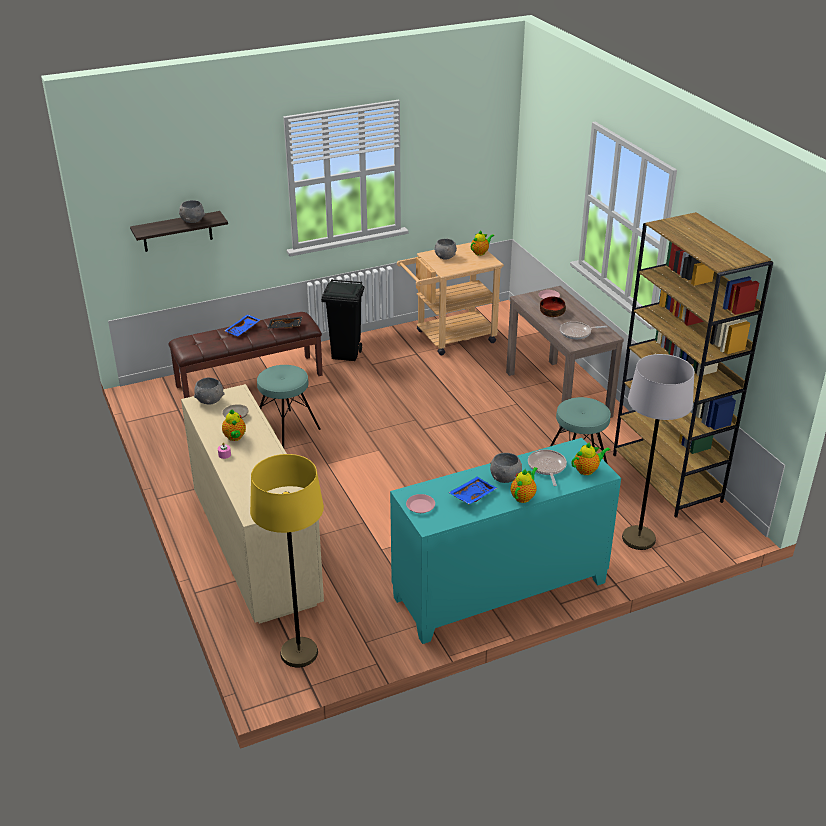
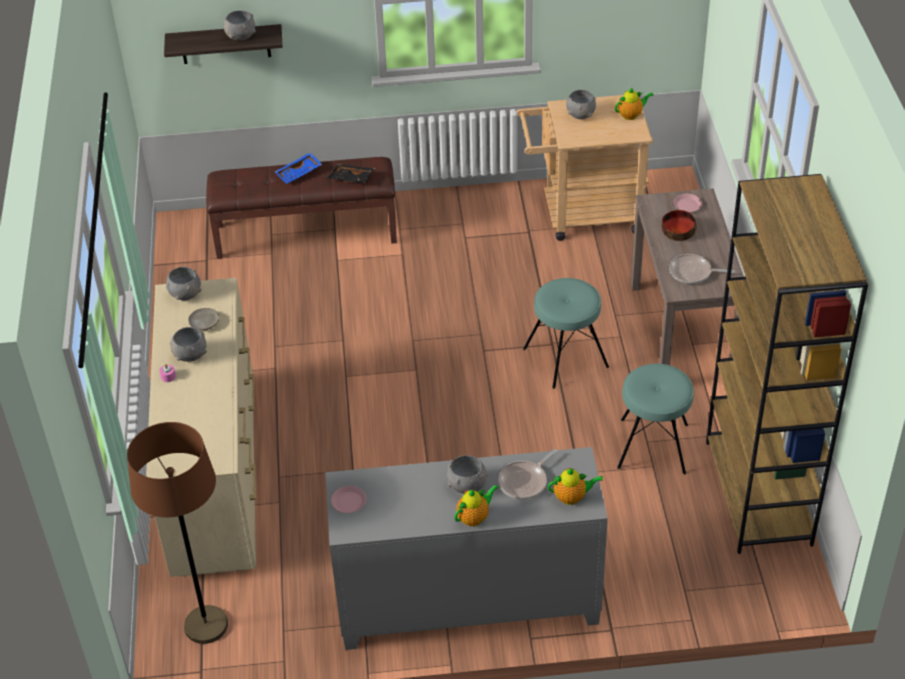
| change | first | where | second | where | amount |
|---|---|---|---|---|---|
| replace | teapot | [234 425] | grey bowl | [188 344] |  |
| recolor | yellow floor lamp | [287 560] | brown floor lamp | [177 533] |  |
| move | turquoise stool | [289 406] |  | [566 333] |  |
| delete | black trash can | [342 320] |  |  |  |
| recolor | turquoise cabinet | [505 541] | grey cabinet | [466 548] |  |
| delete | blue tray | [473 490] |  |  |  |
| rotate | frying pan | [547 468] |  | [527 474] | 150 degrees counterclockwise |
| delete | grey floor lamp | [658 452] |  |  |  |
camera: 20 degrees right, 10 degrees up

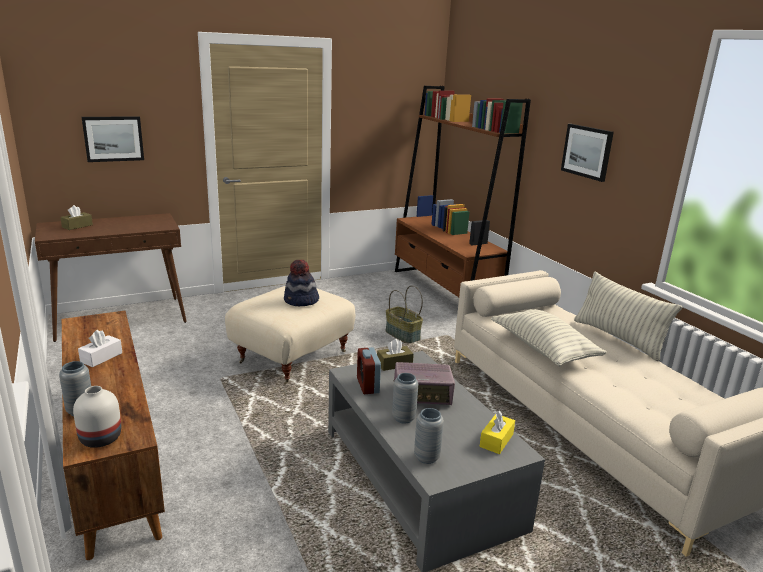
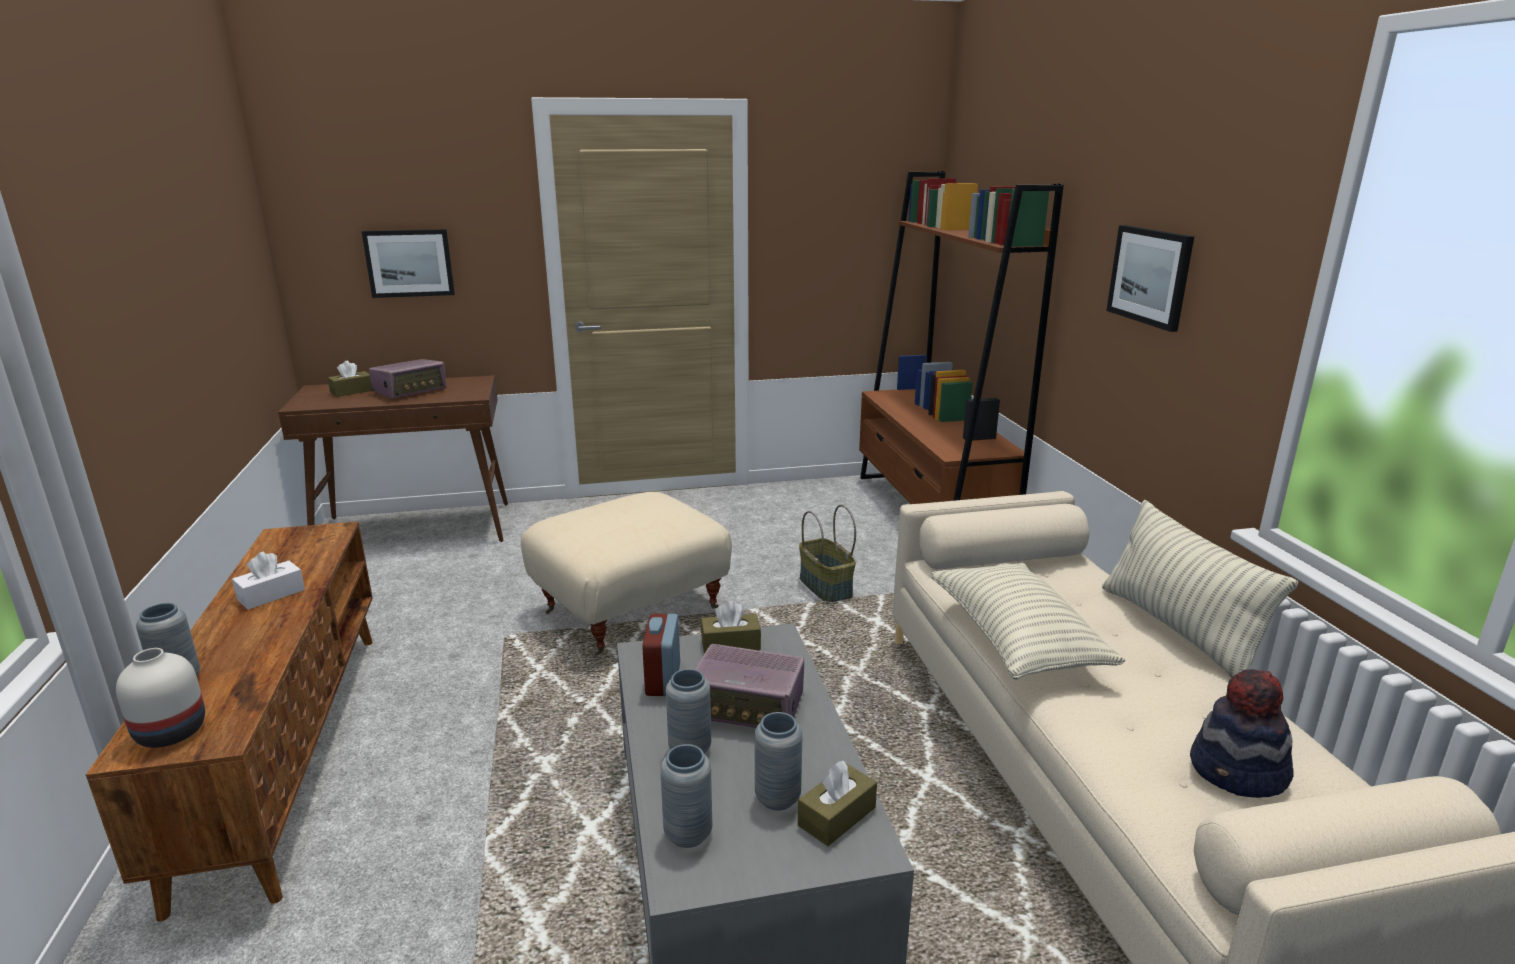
| change | first | where | second | where | amount |
|---|---|---|---|---|---|
| move | hat | [301 283] |  | [1242 733] |  |
| recolor | yellow tissue box | [497 432] | brown tissue box | [837 803] |  |
| insert |  |  | radio | [408 379] |  |
| insert |  |  | grey vase | [779 761] |  |
camera: 15 degrees right, 0 degrees up

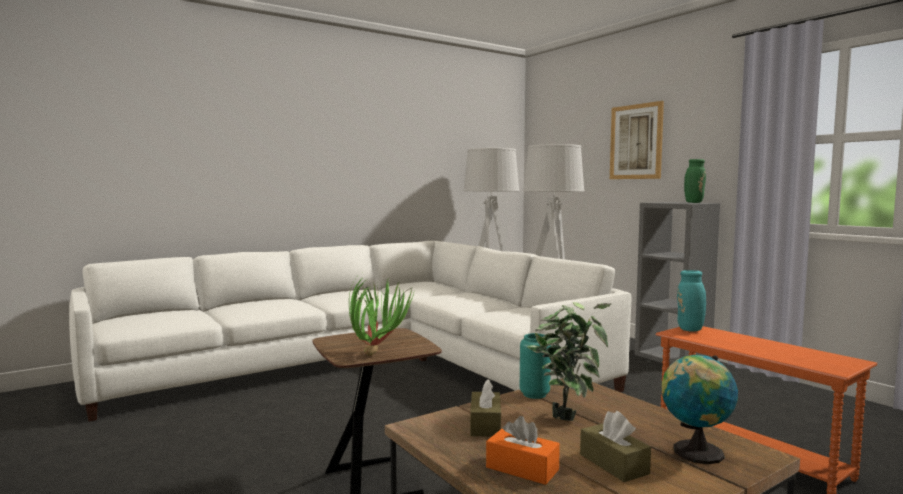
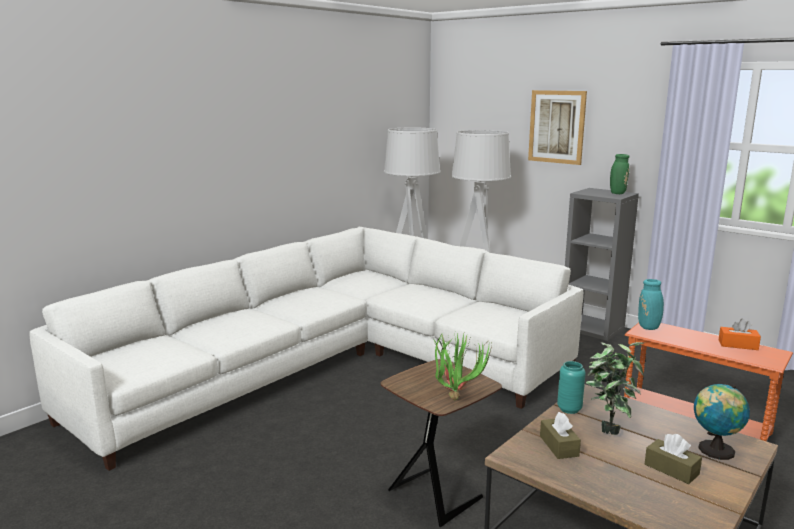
| change | first | where | second | where | amount |
|---|---|---|---|---|---|
| move | orange tissue box | [523 450] |  | [740 334] |  |
camera: 15 degrees left, 10 degrees up

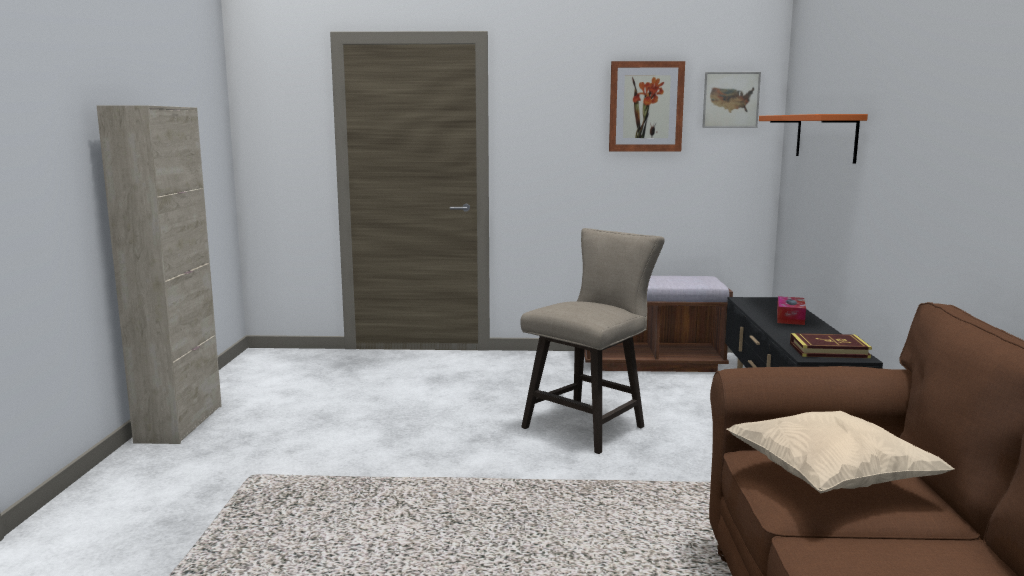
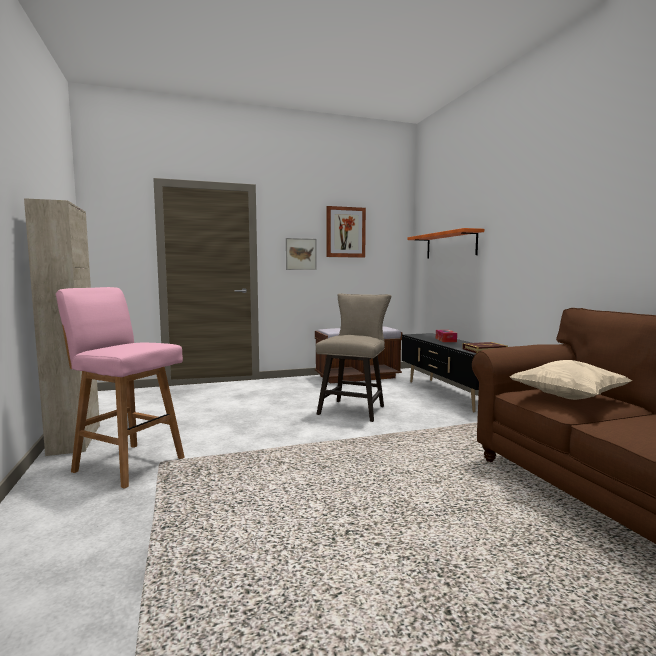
| change | first | where | second | where | amount |
|---|---|---|---|---|---|
| move | picture | [731 100] |  | [301 254] |  |
| insert |  |  | pink stool | [120 388] |  |
camera: 20 degrees left, 5 degrees down

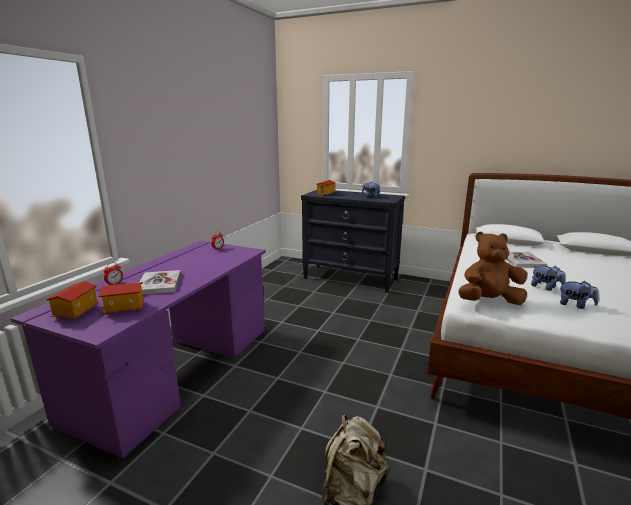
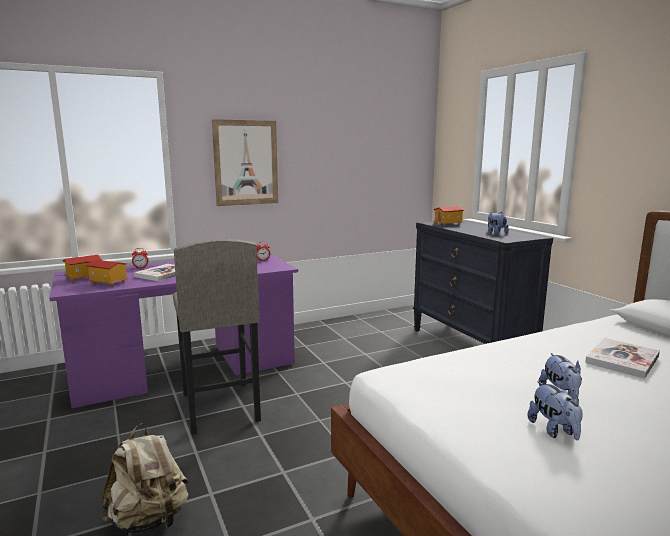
| change | first | where | second | where | amount |
|---|---|---|---|---|---|
| delete | brown plush toy | [493 268] |  |  |  |
| insert |  |  | grey stool | [217 337] |  |
| insert |  |  | picture | [245 162] |  |
camera: 40 degrees right, 5 degrees down

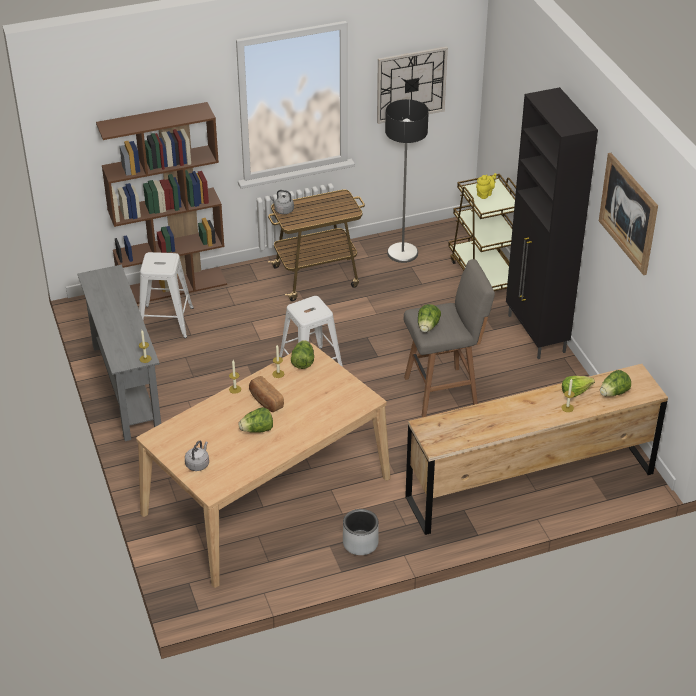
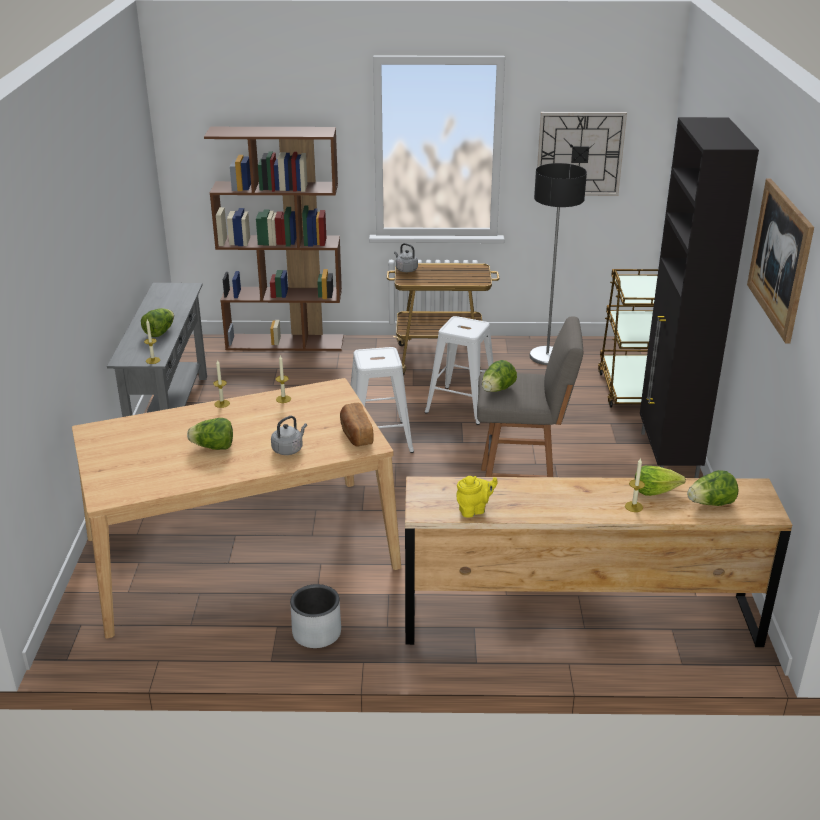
| change | first | where | second | where | amount |
|---|---|---|---|---|---|
| move | white stool | [166 295] |  | [459 370] |  |
| move | grey kettle | [197 456] |  | [289 435] |  |
| move | bread | [266 394] |  | [357 424] |  |
| move | lettuce | [302 354] |  | [157 322] |  |
| move | yellow teapot | [486 186] |  | [477 497] |  |
camera: 20 degrees right, 10 degrees down

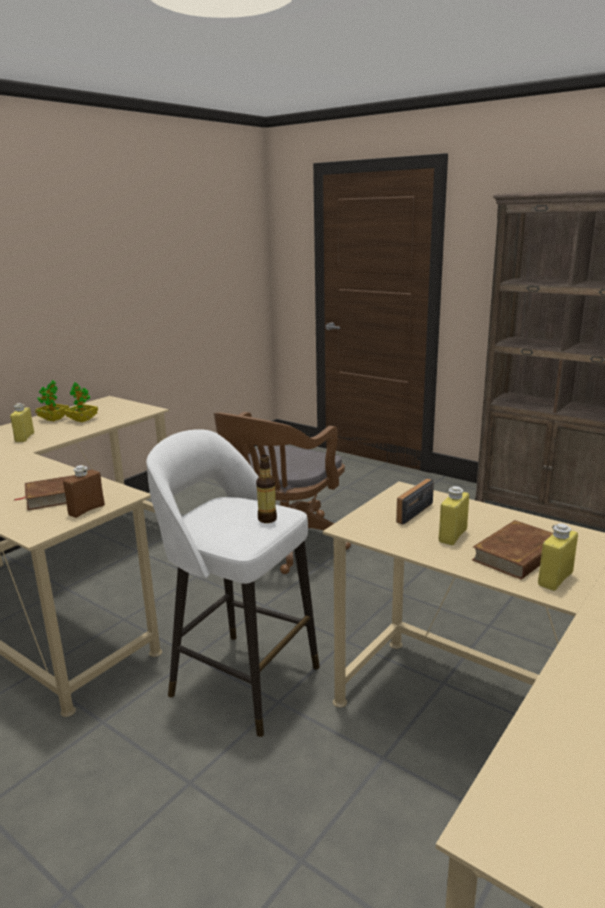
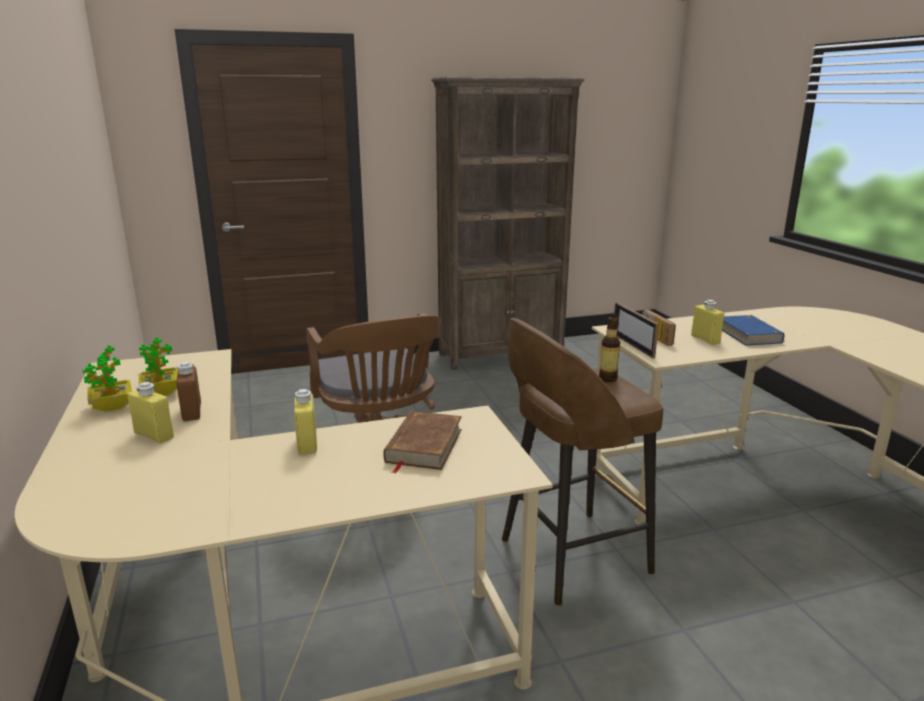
| change | first | where | second | where | amount |
|---|---|---|---|---|---|
| move | brown bottle | [84 491] |  | [188 391] |  |
| recolor | white stool | [233 583] | brown stool | [582 462] |  |
| recolor | brown book | [512 550] | blue book | [753 330] |  |
| move | yellow bottle | [558 557] |  | [305 422] |  |
| insert |  |  | picture frame | [636 330] |  |
camera: 55 degrees left, 0 degrees up

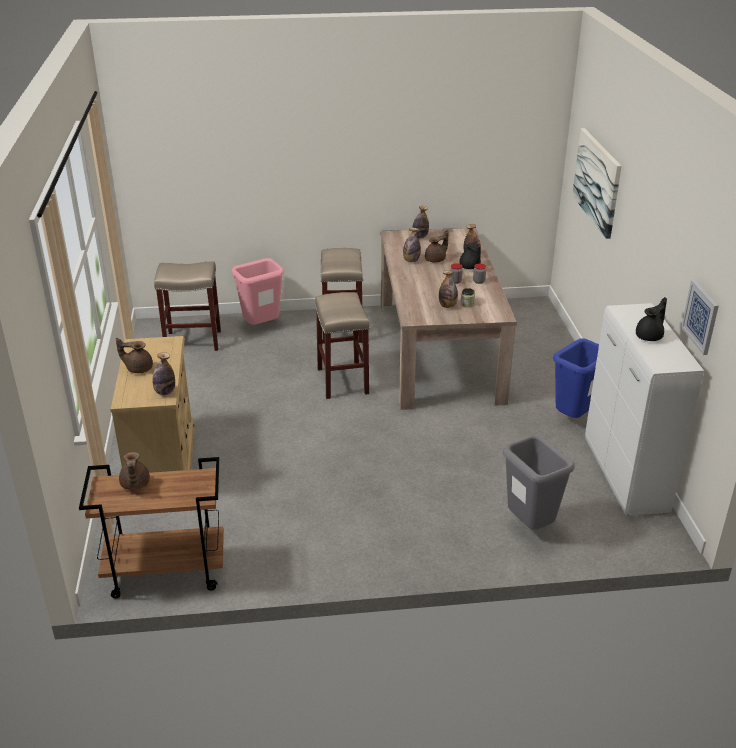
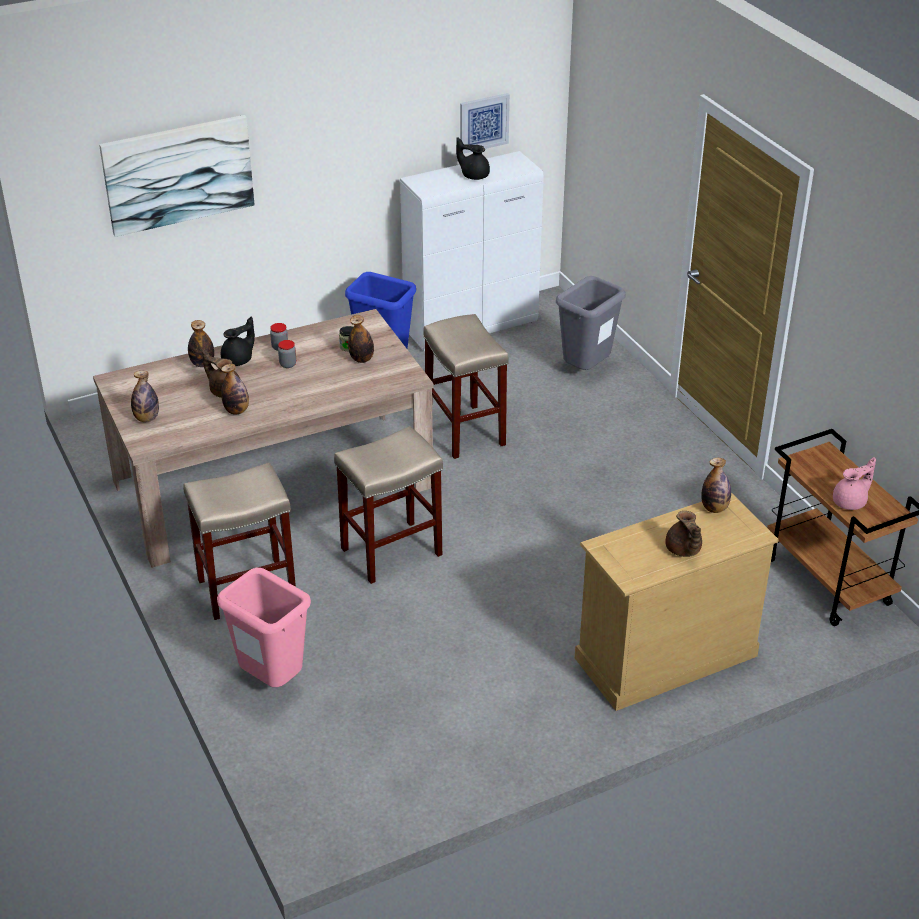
| change | first | where | second | where | amount |
|---|---|---|---|---|---|
| recolor | brown teapot | [134 471] | pink teapot | [854 483] |  |
| move | beige stool | [187 306] |  | [466 386] |  |
camera: 110 degrees left, 5 degrees up

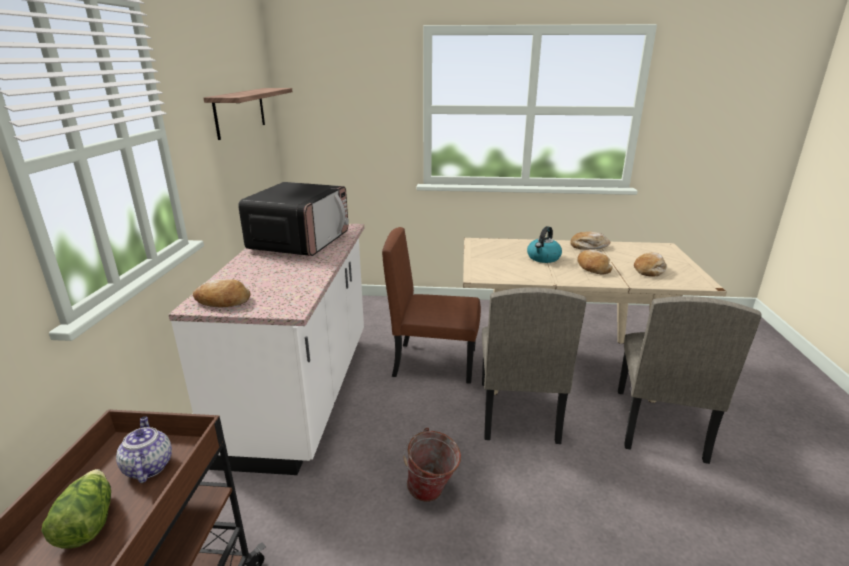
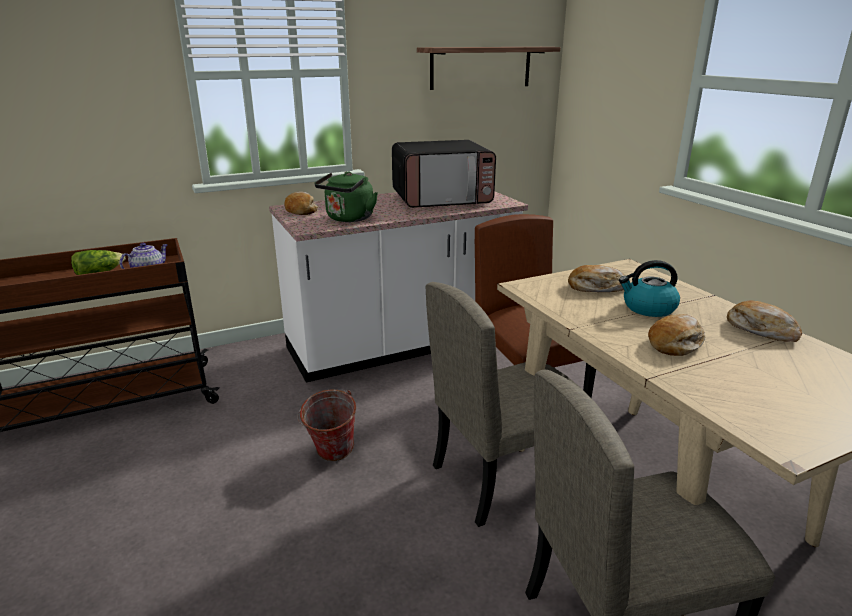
| change | first | where | second | where | amount |
|---|---|---|---|---|---|
| move | bread | [650 265] |  | [599 278] |  |
| insert |  |  | green kettle | [346 196] |  |
camera: 60 degrees right, 0 degrees up

